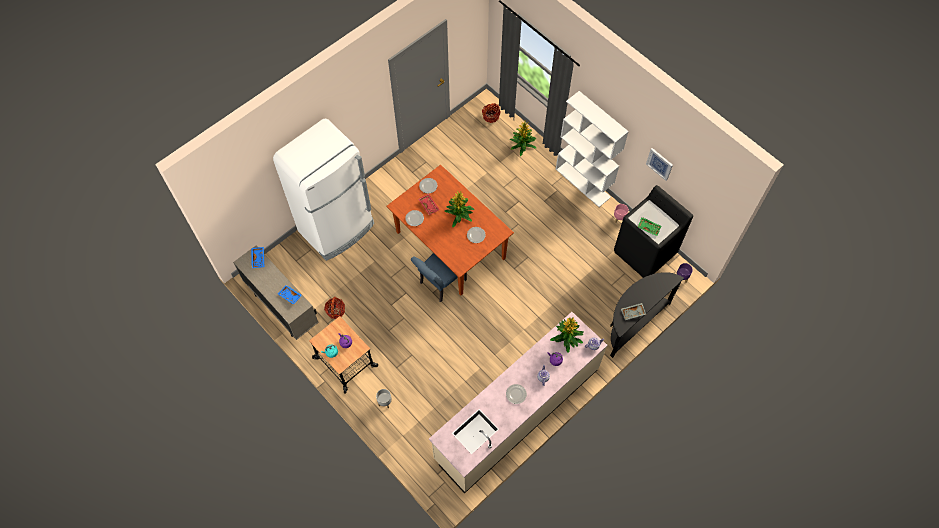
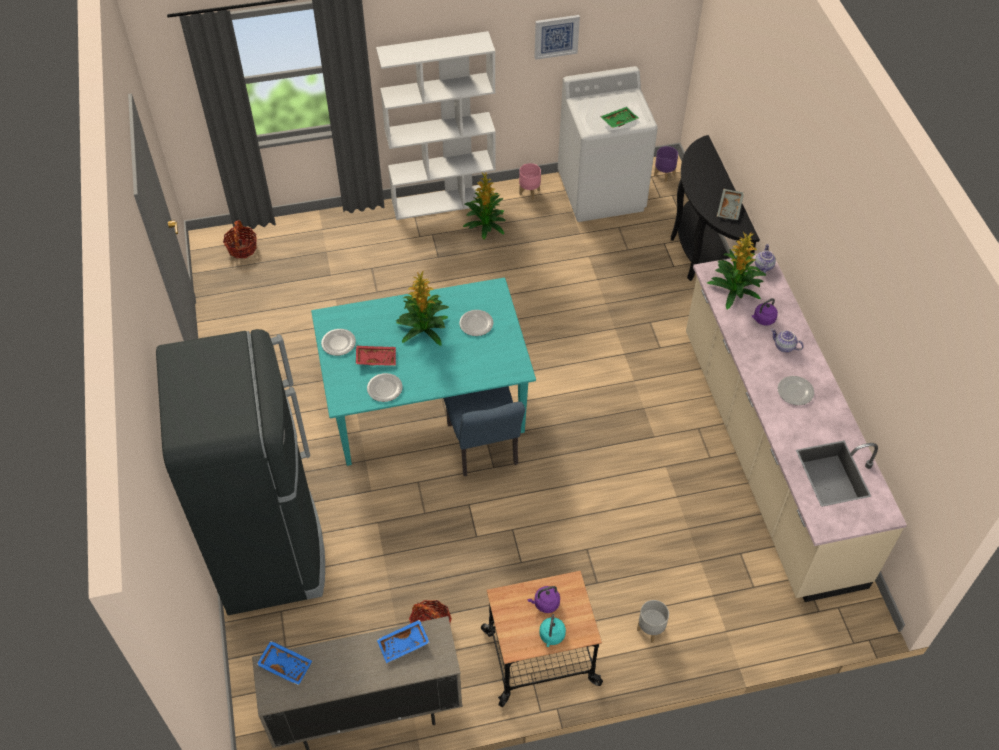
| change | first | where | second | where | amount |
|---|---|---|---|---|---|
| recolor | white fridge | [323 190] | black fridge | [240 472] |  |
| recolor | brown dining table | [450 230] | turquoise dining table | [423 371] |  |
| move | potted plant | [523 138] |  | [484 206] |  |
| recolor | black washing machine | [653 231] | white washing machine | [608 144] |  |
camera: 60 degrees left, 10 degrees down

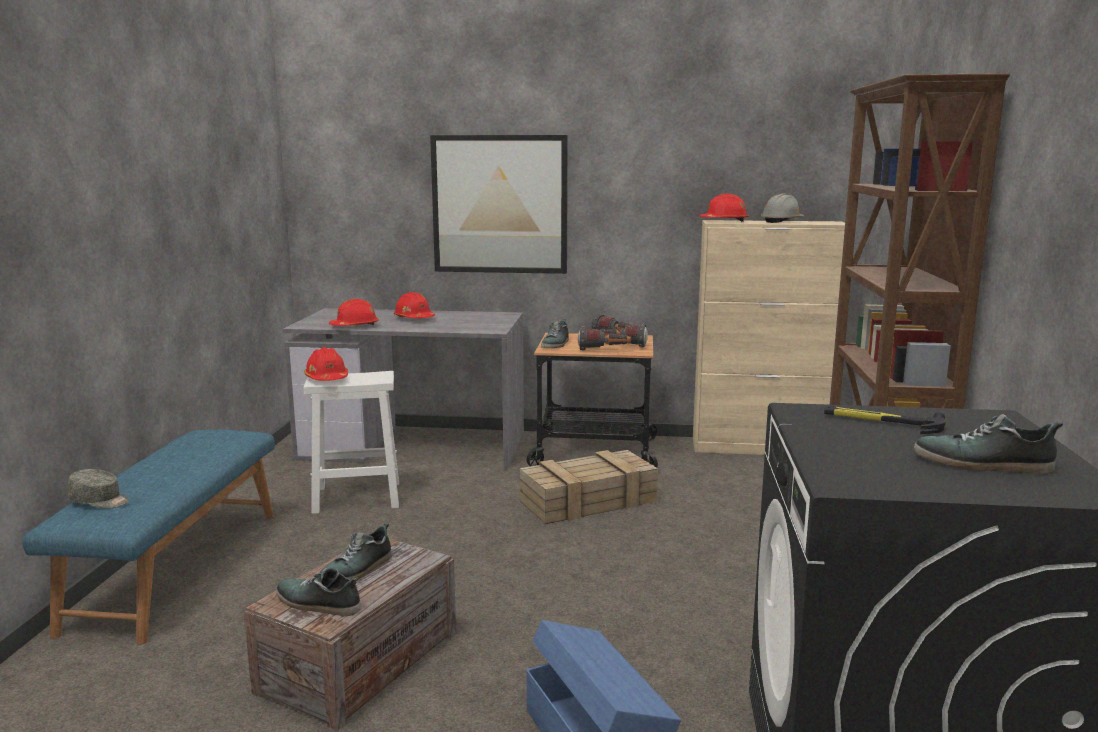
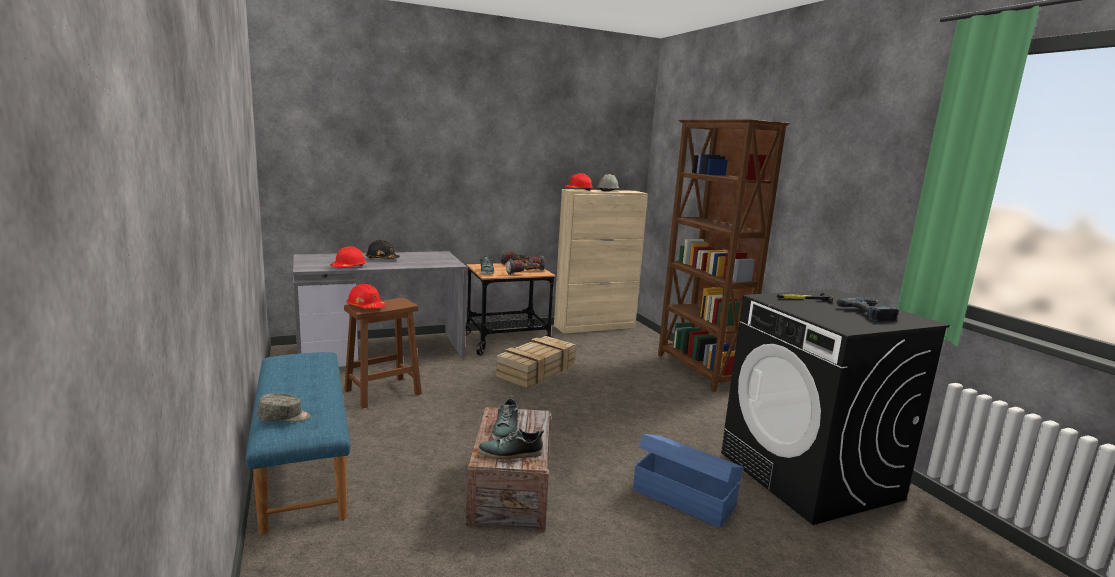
| change | first | where | second | where | amount |
|---|---|---|---|---|---|
| recolor | white stool | [351 442] | brown stool | [383 352] |  |
| recolor | red hard hat | [414 305] | black hard hat | [383 249] |  |
| delete | picture | [499 204] |  |  |  |
| replace | shoe | [988 444] | power drill | [868 310] |  |
camera: 30 degrees left, 0 degrees up

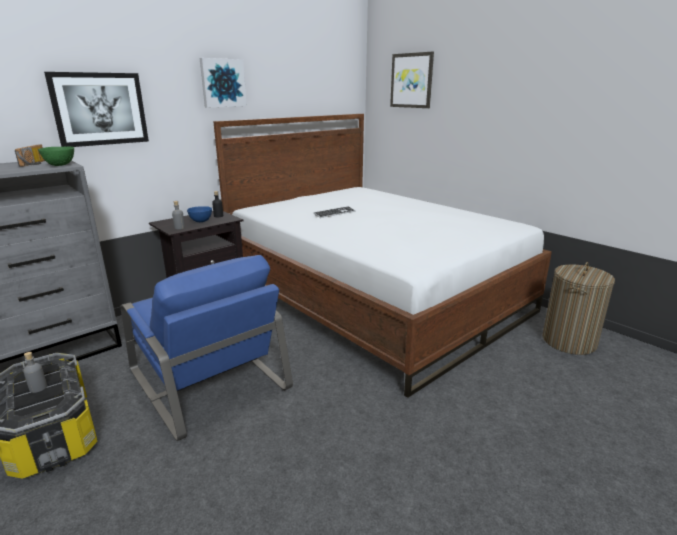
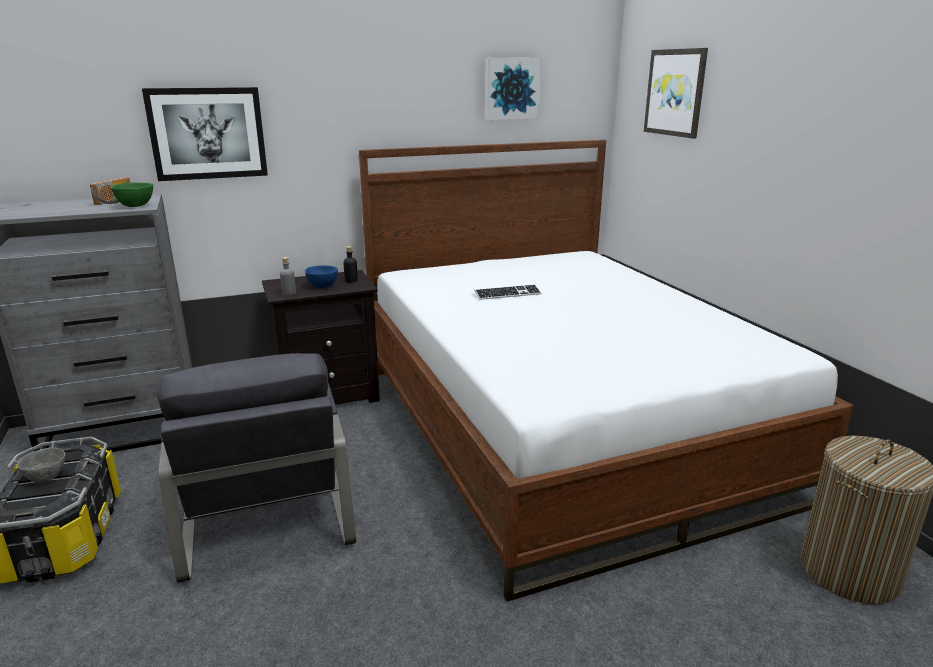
| change | first | where | second | where | amount |
|---|---|---|---|---|---|
| replace | grey bottle | [35 372] | grey bowl | [41 465] |  |
| recolor | blue armchair | [207 348] | grey armchair | [256 468] |  |
| move | picture | [223 82] |  | [513 89] |  |
camera: 20 degrees right, 0 degrees up

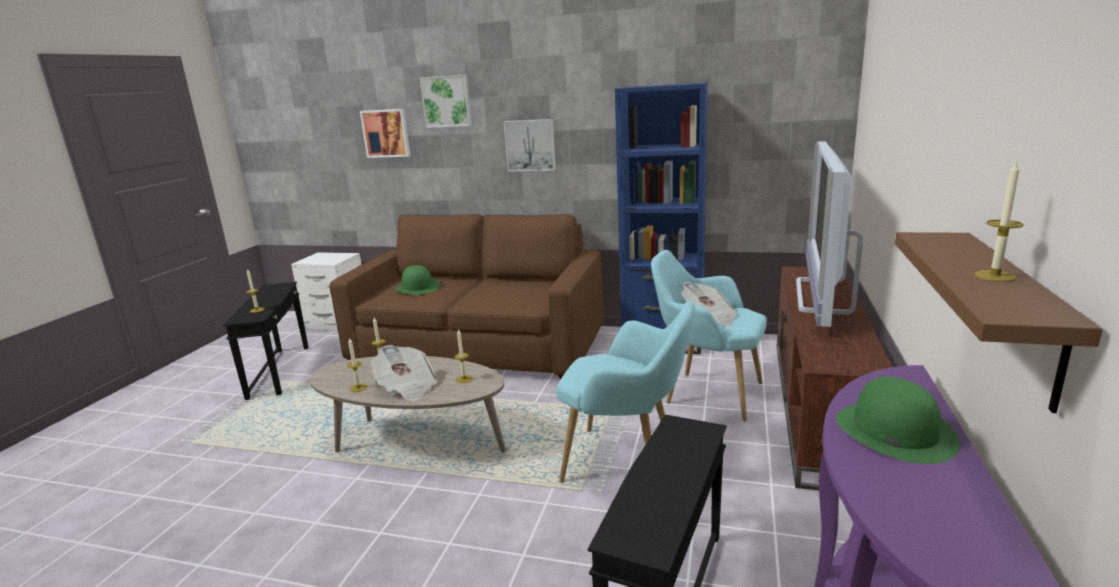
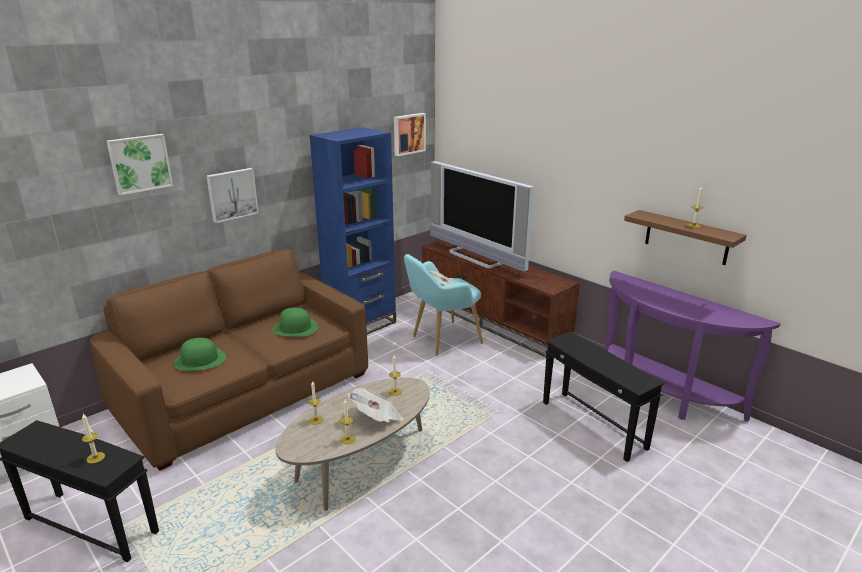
| change | first | where | second | where | amount |
|---|---|---|---|---|---|
| move | picture | [385 133] |  | [410 134] |  |
| delete | turquoise armchair | [625 392] |  |  |  |
| move | green hat | [898 420] |  | [295 322] |  |
camera: 60 degrees left, 5 degrees up

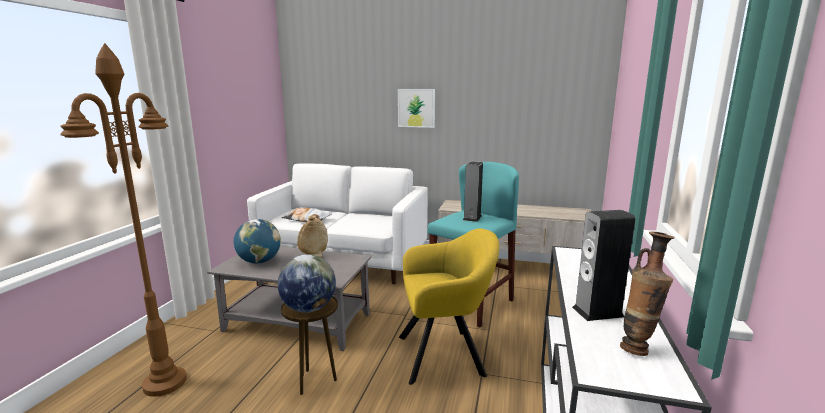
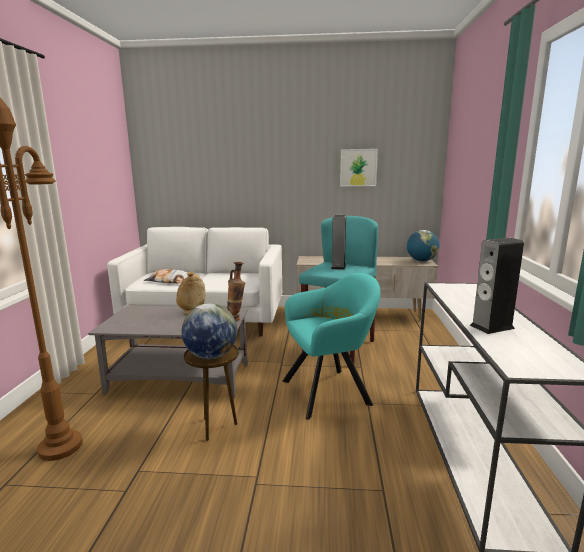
| change | first | where | second | where | amount |
|---|---|---|---|---|---|
| move | globe | [257 241] |  | [423 245] |  |
| move | picture | [416 108] |  | [359 167] |  |
| recolor | yellow armchair | [449 306] | turquoise armchair | [332 346] |  |
| move | vase | [647 294] |  | [236 291] |  |
camera: 10 degrees left, 0 degrees up

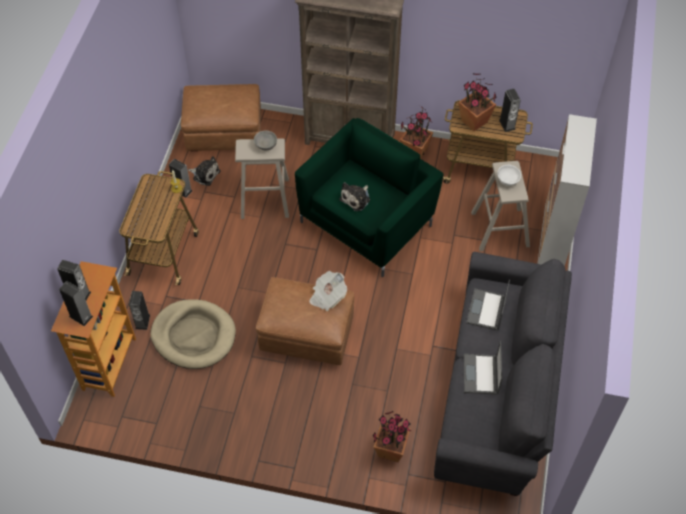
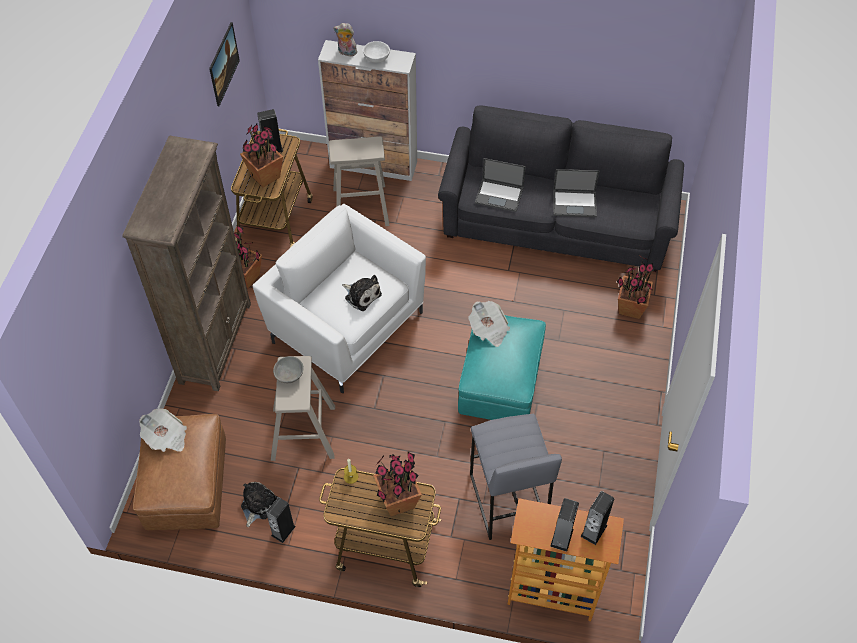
| change | first | where | second | where | amount |
|---|---|---|---|---|---|
| delete | speaker | [139 310] |  |  |  |
| replace | beige dog bed | [193 334] | grey stool | [516 477] |  |
| recolor | brown ottoman | [305 321] | turquoise ottoman | [502 367] |  |
| recolor | green armchair | [369 197] | white armchair | [339 298] |  |
| move | white bowl | [509 175] |  | [376 52] |  |
| insert |  |  | newspaper | [163 430] |  |
| insert |  |  | picture | [224 64] |  |
| insert |  |  | plush toy | [345 40] |  |
| insert |  |  | potted plant | [397 484] |  |
camera: 90 degrees left, 0 degrees up

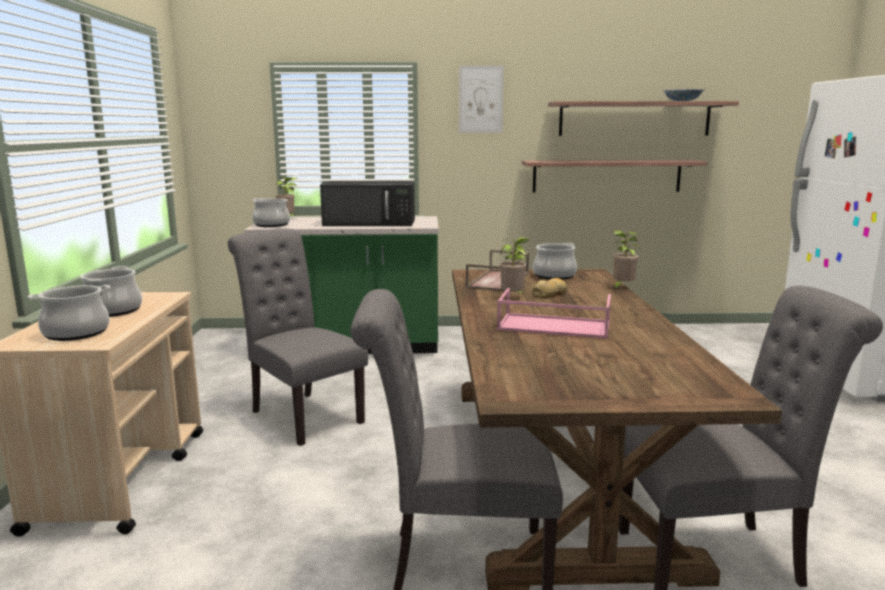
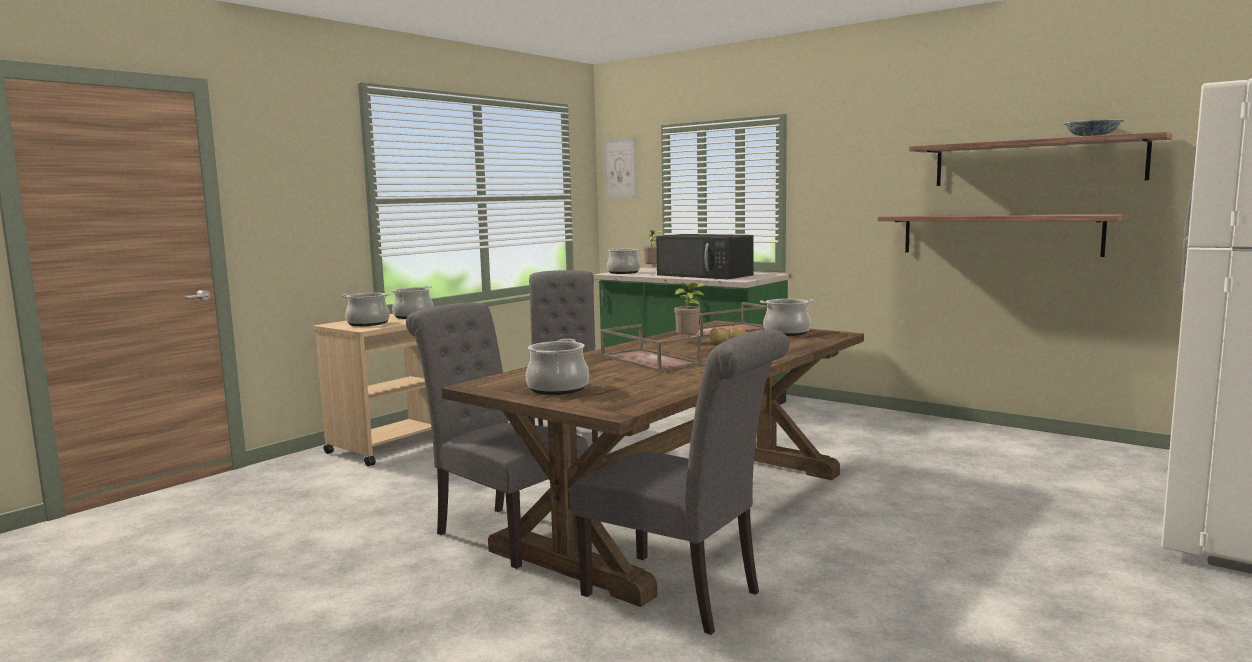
| change | first | where | second | where | amount |
|---|---|---|---|---|---|
| move | picture | [481 99] |  | [620 168] |  |
| recolor | pink tray | [554 313] | brown tray | [651 348] |  |
| delete | potted plant | [626 260] |  |  |  |
| insert |  |  | cooking pot | [557 367] |  |
camera: 40 degrees right, 5 degrees down

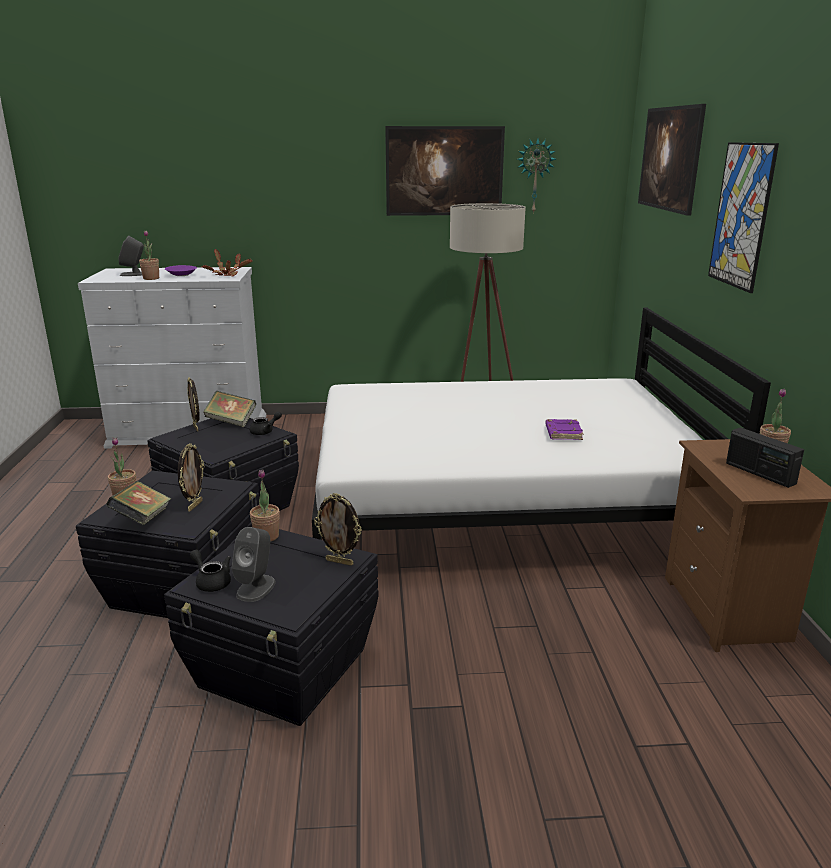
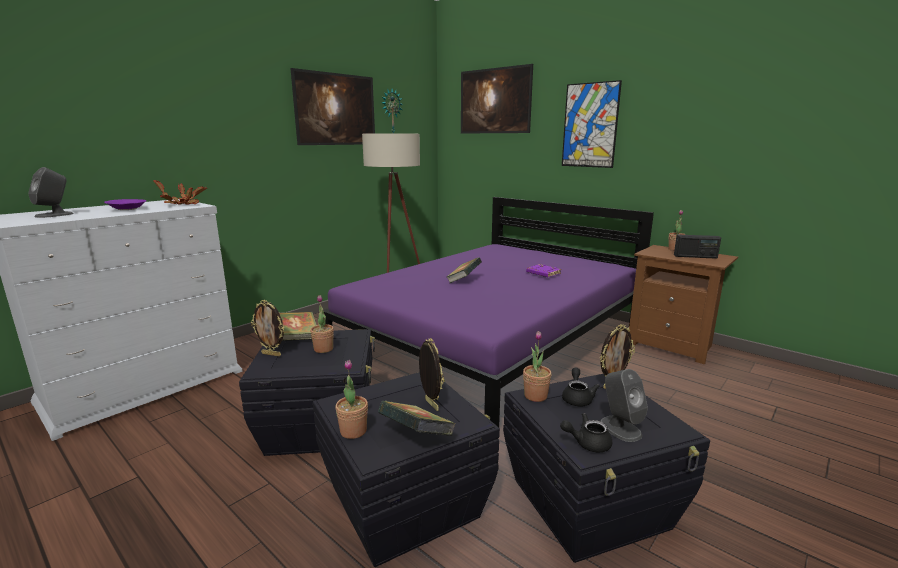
| change | first | where | second | where | amount |
|---|---|---|---|---|---|
| move | potted plant | [149 255] |  | [322 324] |  |
| move | black teapot | [266 423] |  | [581 386] |  |
| recolor | white bed | [541 424] | purple bed | [488 312] |  |
| insert |  |  | book | [464 270] |  |
camera: 45 degrees left, 5 degrees down

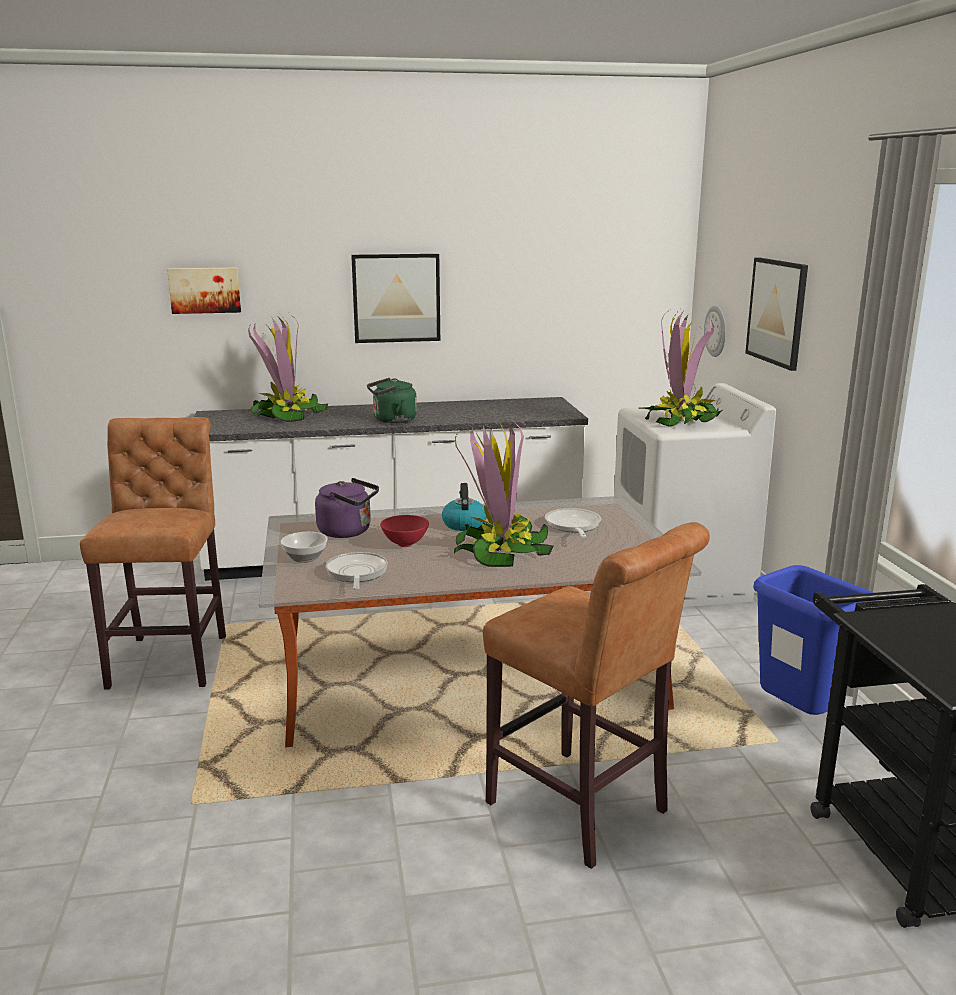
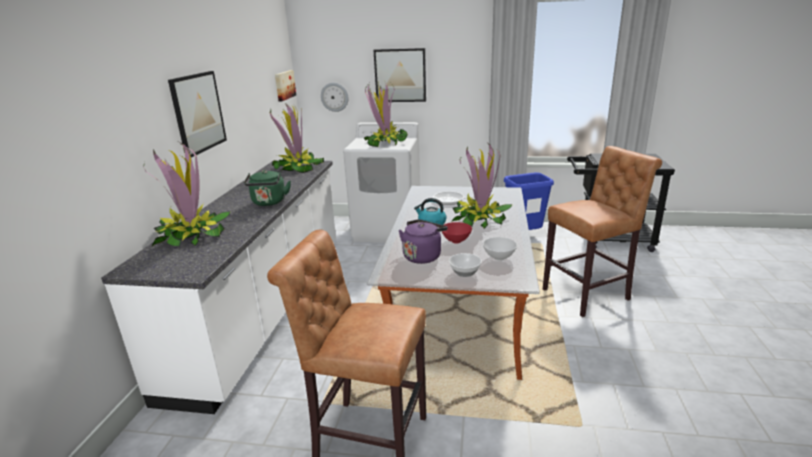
| change | first | where | second | where | amount |
|---|---|---|---|---|---|
| move | picture | [204 290] |  | [285 86] |  |
| replace | frying pan | [357 571] | white bowl | [500 249] |  |
| insert |  |  | potted plant | [297 137] |  |
camera: 70 degrees left, 5 degrees up

